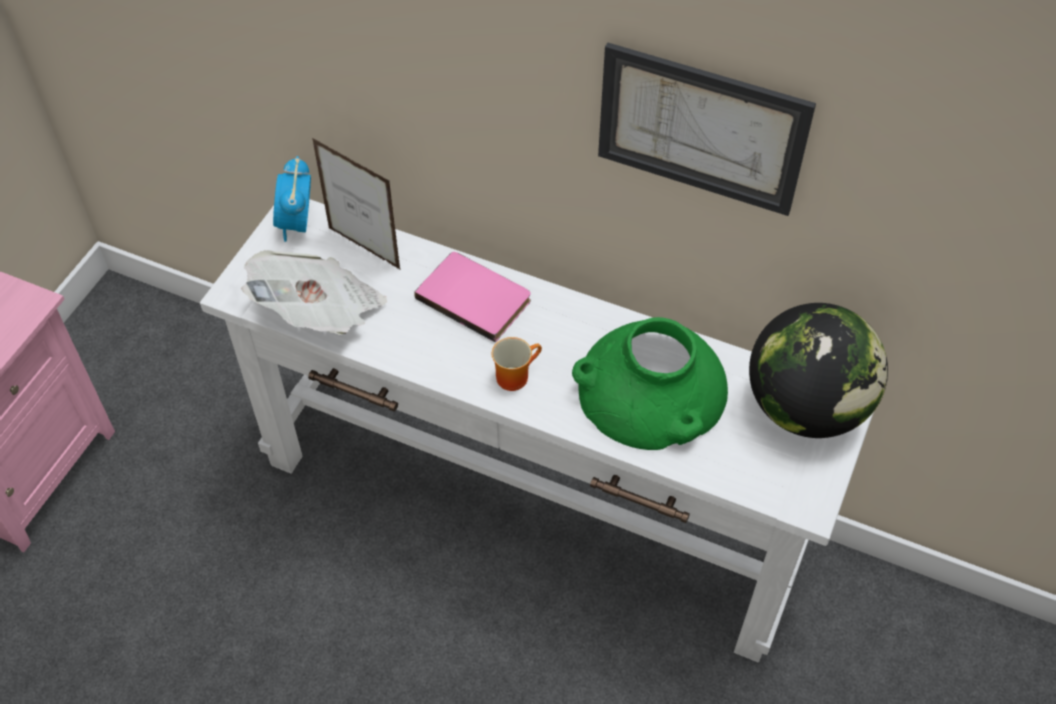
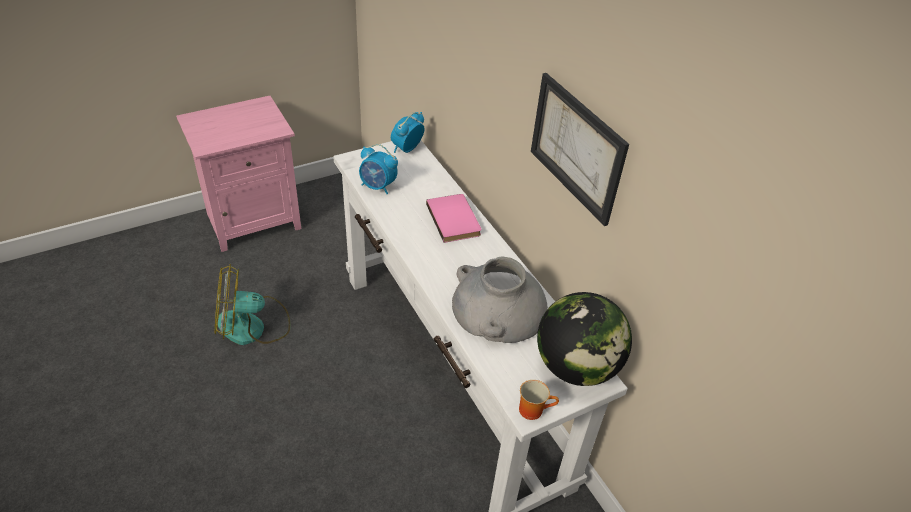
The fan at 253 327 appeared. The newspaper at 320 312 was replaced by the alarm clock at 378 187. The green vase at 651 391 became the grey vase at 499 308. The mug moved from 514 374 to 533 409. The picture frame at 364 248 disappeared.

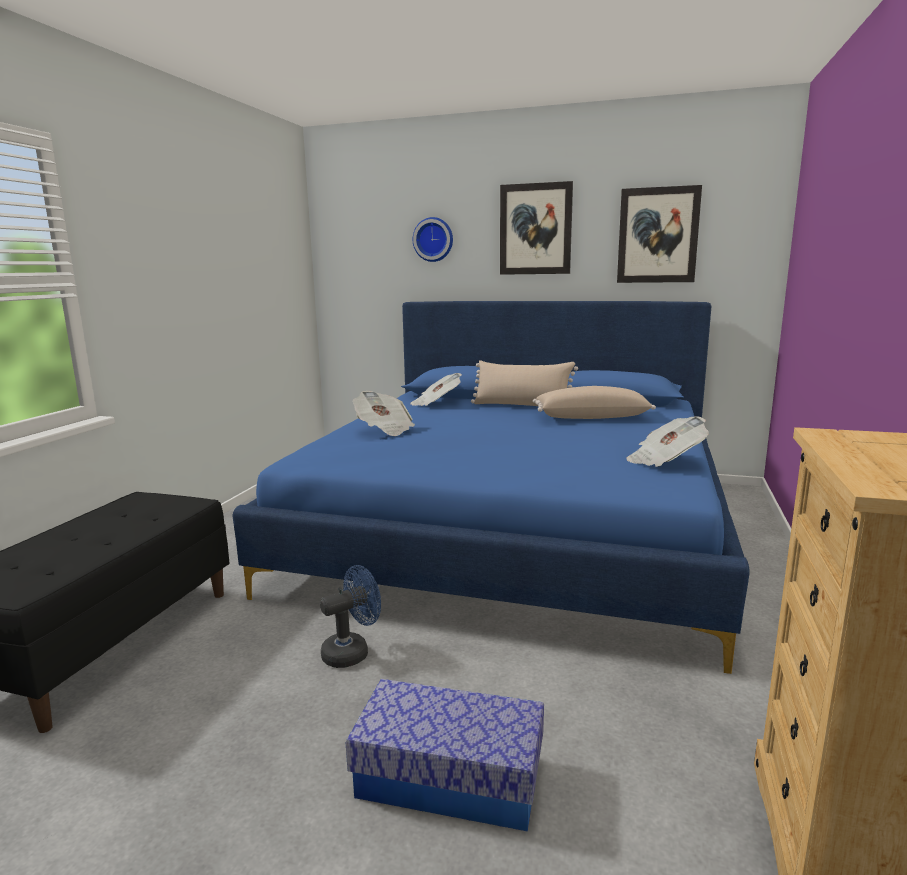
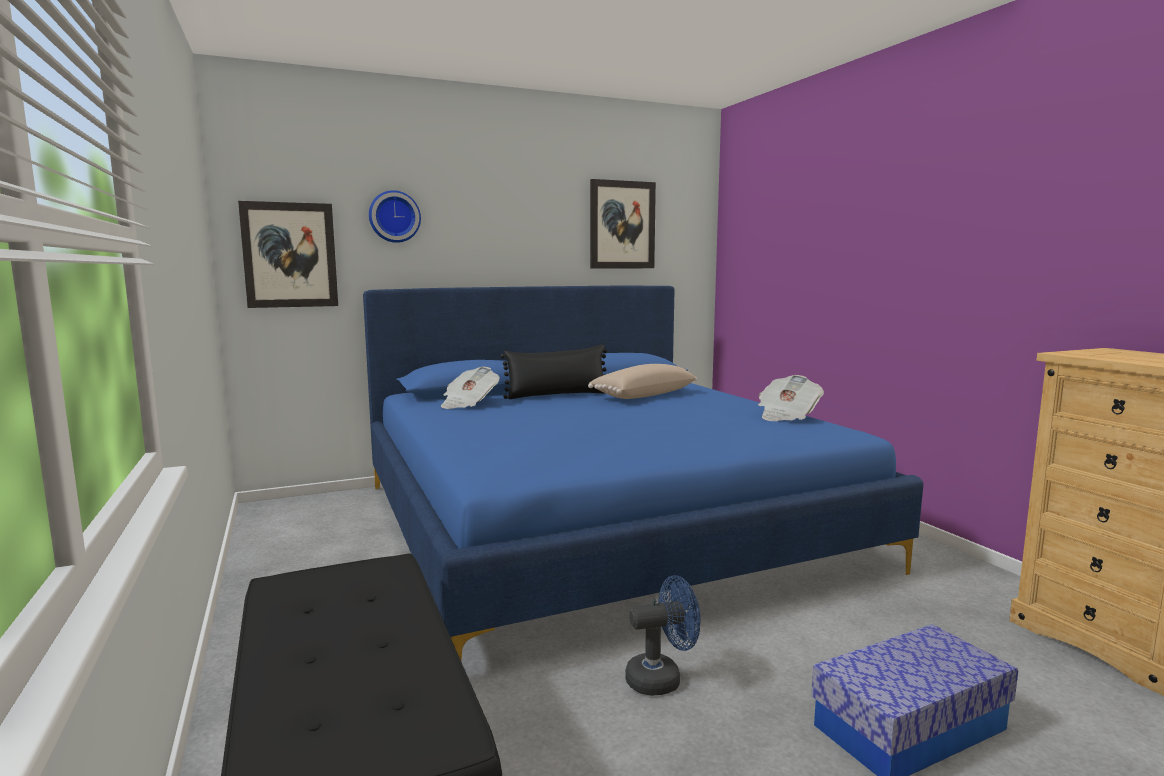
The picture moved from 535 229 to 290 255. The beige pillow at 522 406 became the black pillow at 558 395. The blue fan at 352 652 turned 60 degrees clockwise. The newspaper at 384 429 disappeared.

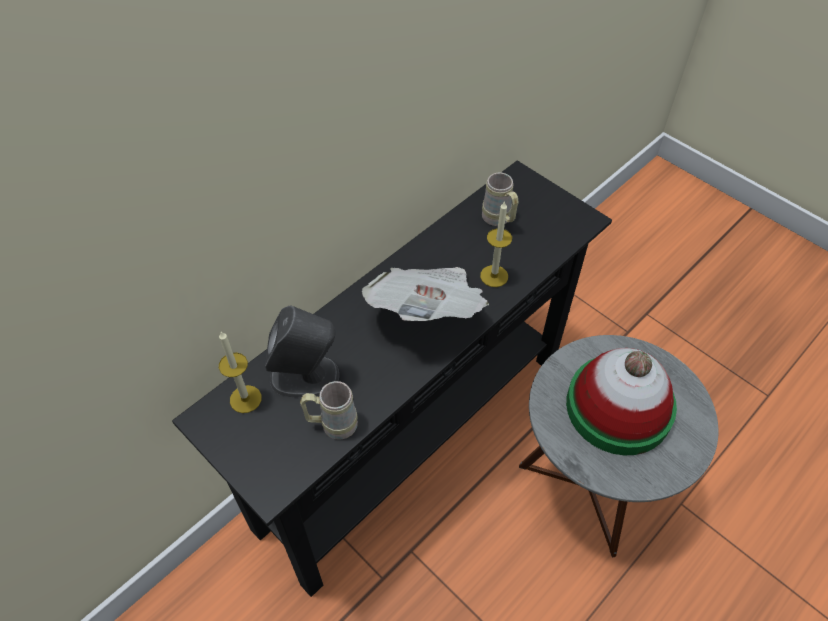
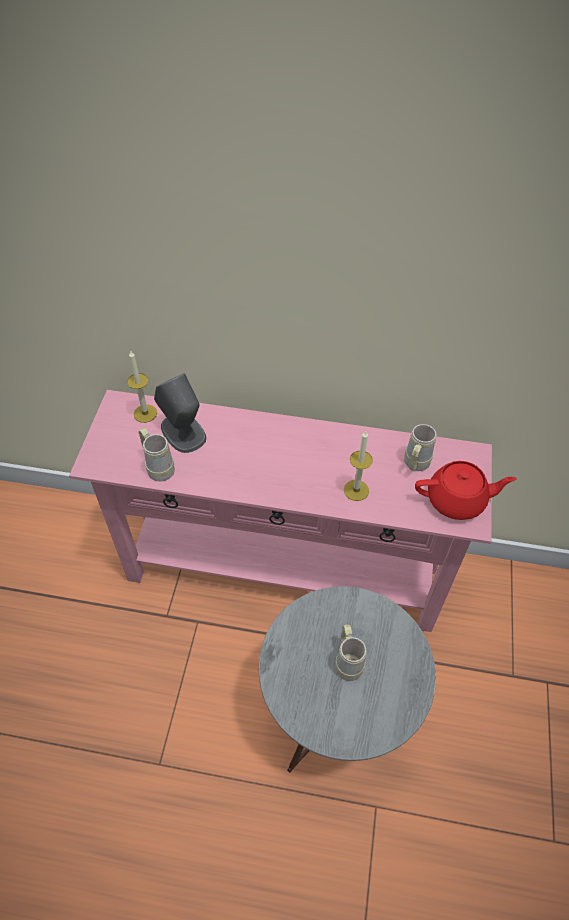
The black console table at 412 438 became the pink console table at 283 570. The hat at 618 407 was replaced by the beige mug at 347 661. The red teapot at 457 500 appeared. The newspaper at 428 311 disappeared.

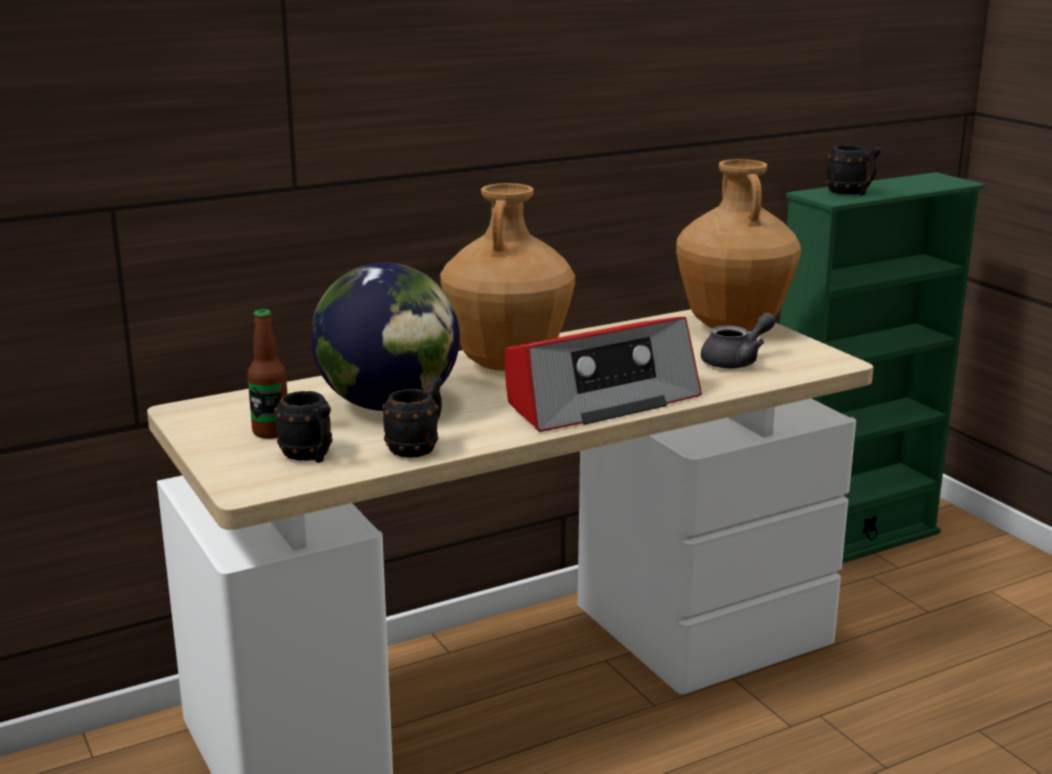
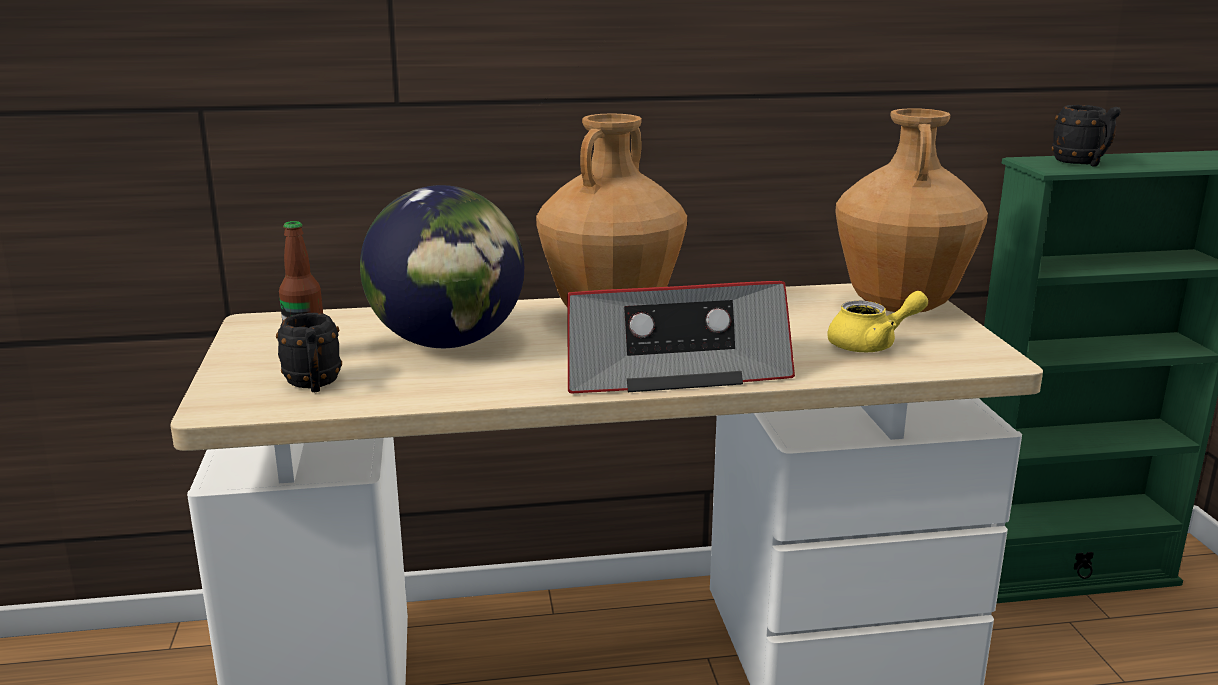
The grey teapot at 736 361 became the yellow teapot at 872 345. The black mug at 418 447 disappeared.

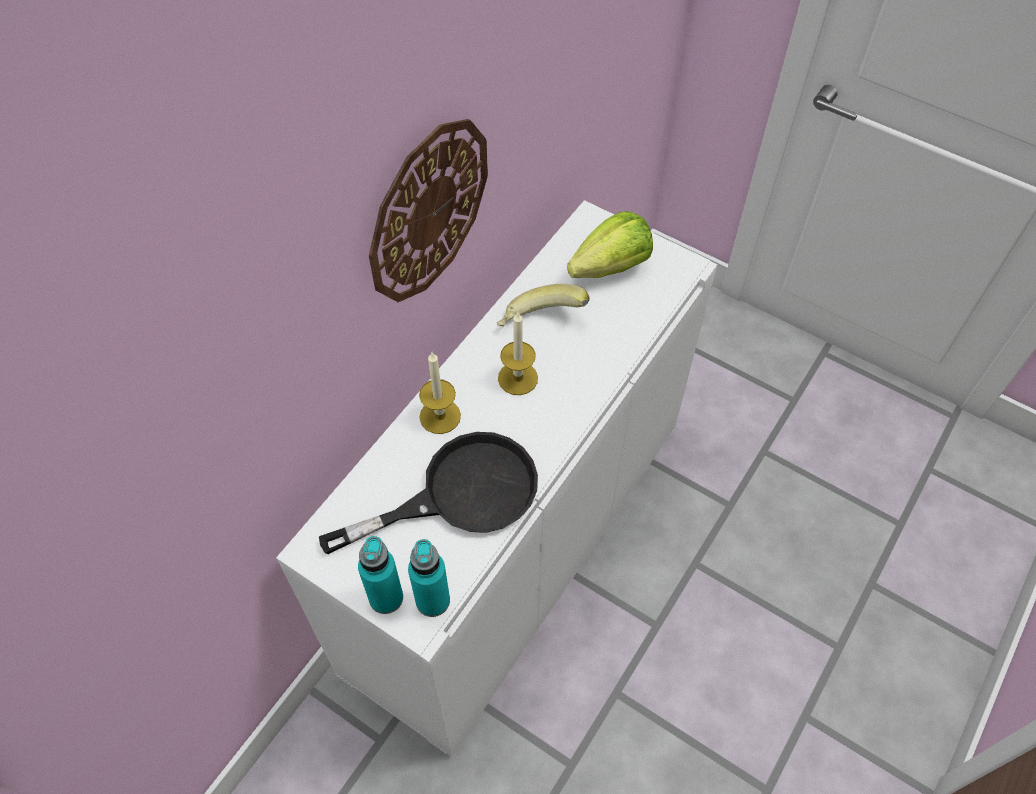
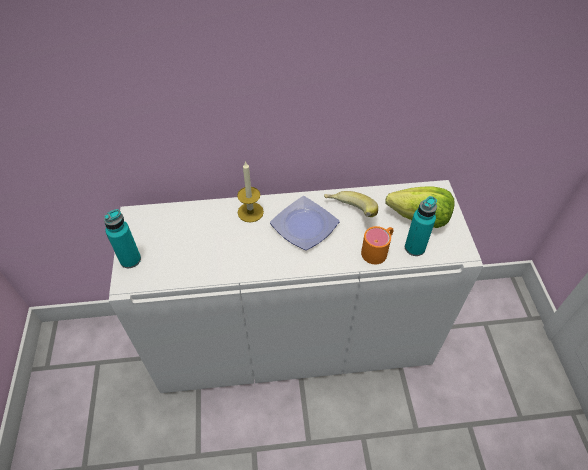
The candle at 517 378 was replaced by the plate at 304 227. The orange mug at 378 250 appeared. The turquoise bottle moved from 432 600 to 414 248. The black frying pan at 460 494 disappeared. The wall clock at 428 211 disappeared.

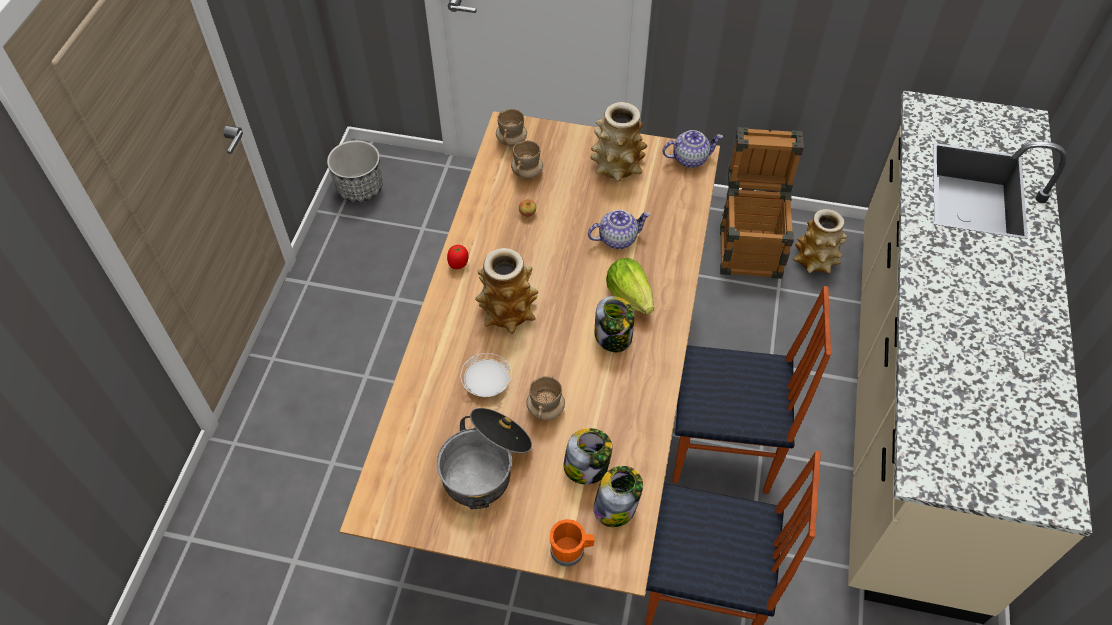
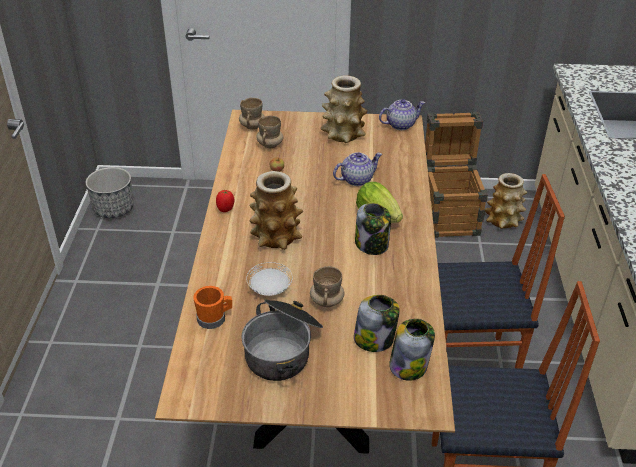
The orange mug moved from 571 550 to 214 318.

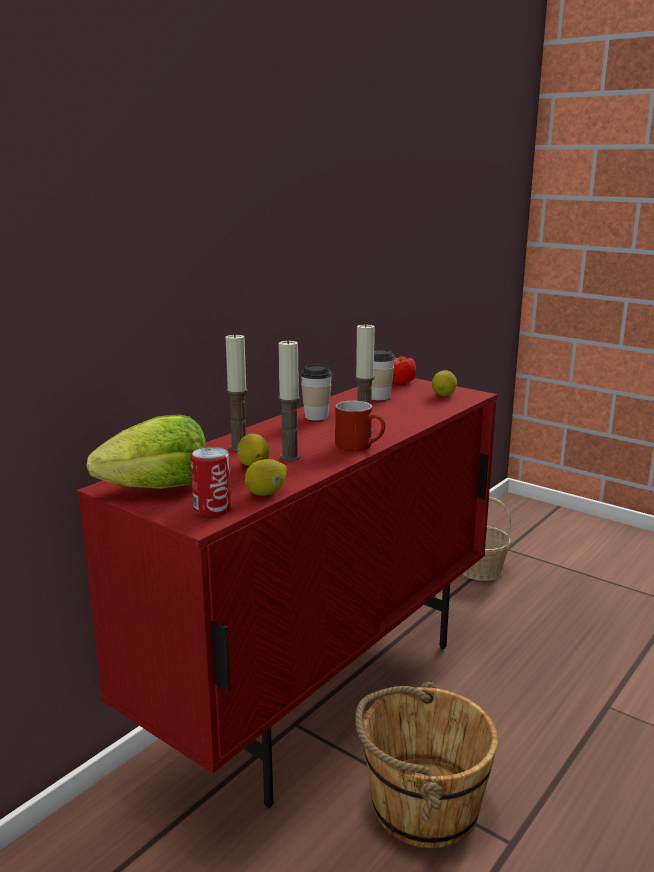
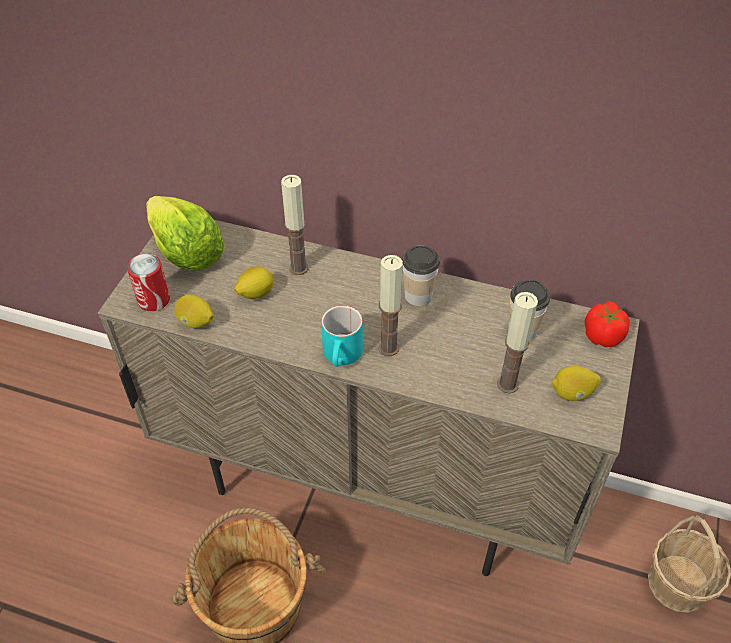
The red cabinet at 322 691 became the beige cabinet at 368 485. The red mug at 360 445 became the turquoise mug at 342 356. The candle moved from 290 457 to 507 384.

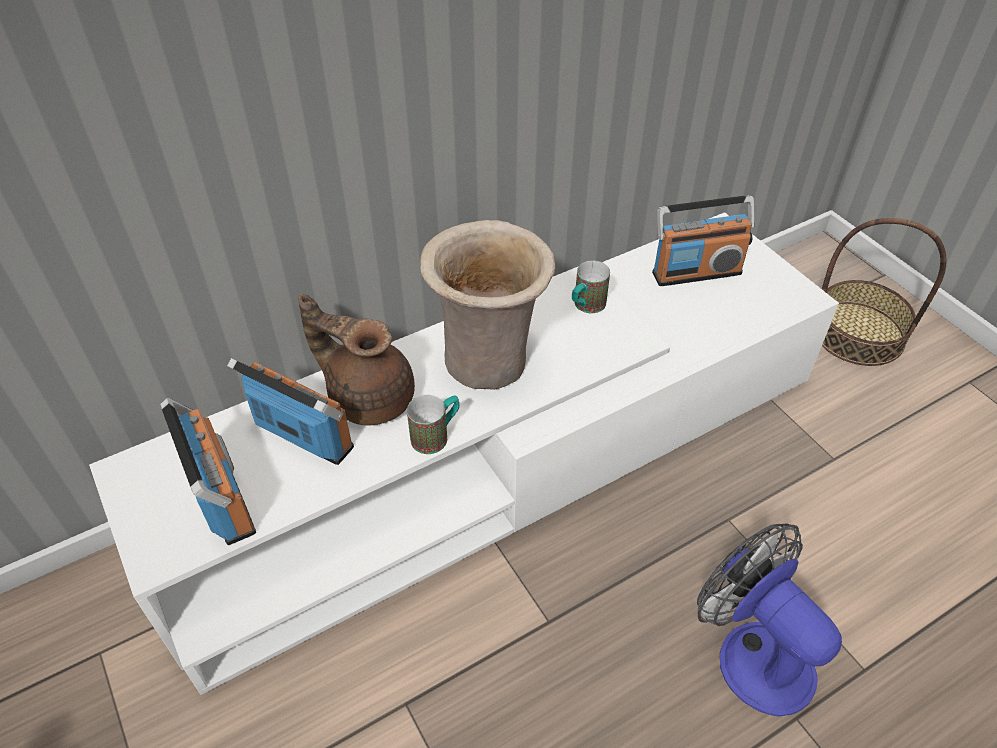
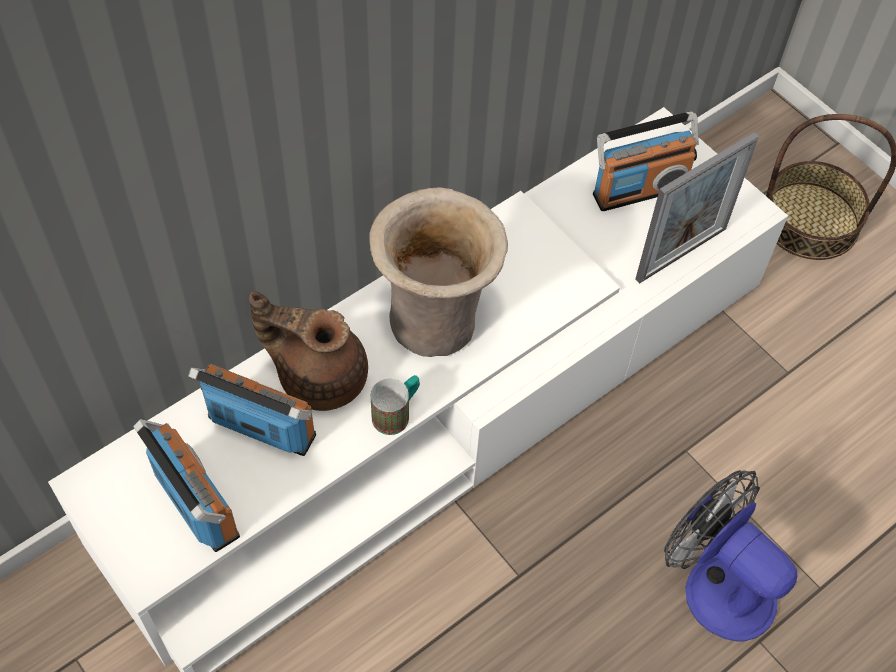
The picture frame at 681 254 appeared. The mug at 585 306 disappeared.

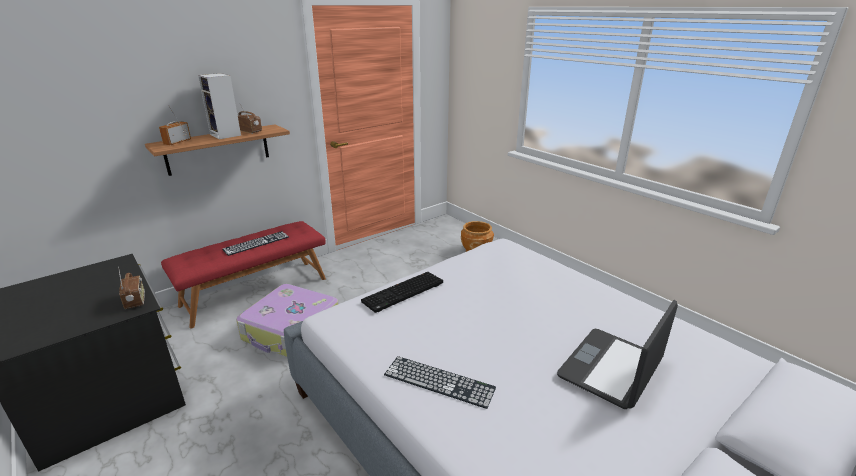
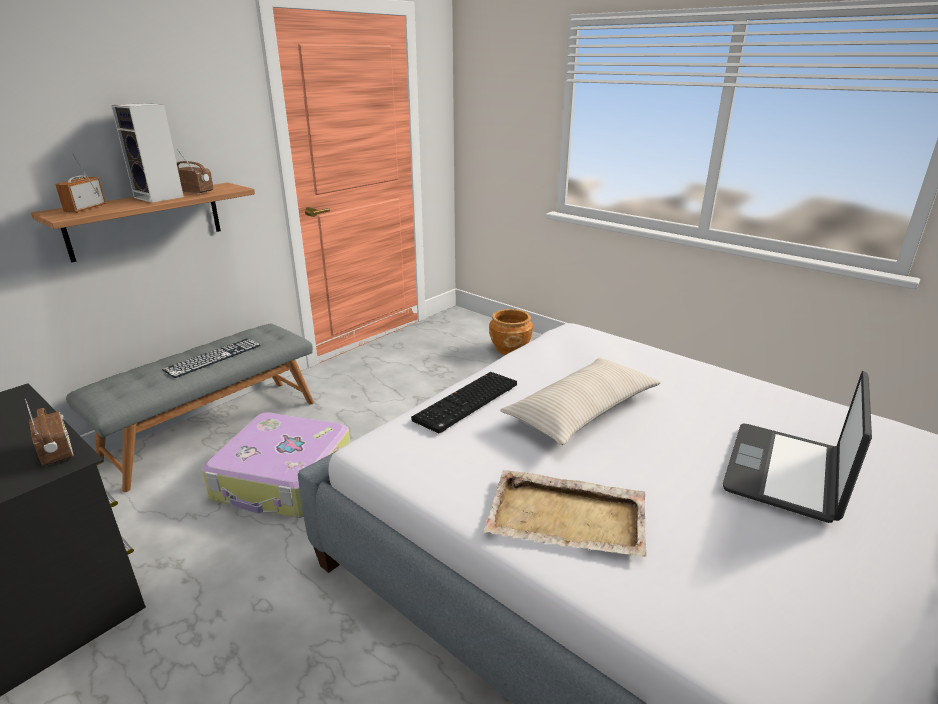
The red bench at 255 291 became the grey bench at 213 429. The keyboard at 439 381 was replaced by the beige tray at 568 517. The beige pillow at 581 412 appeared.

